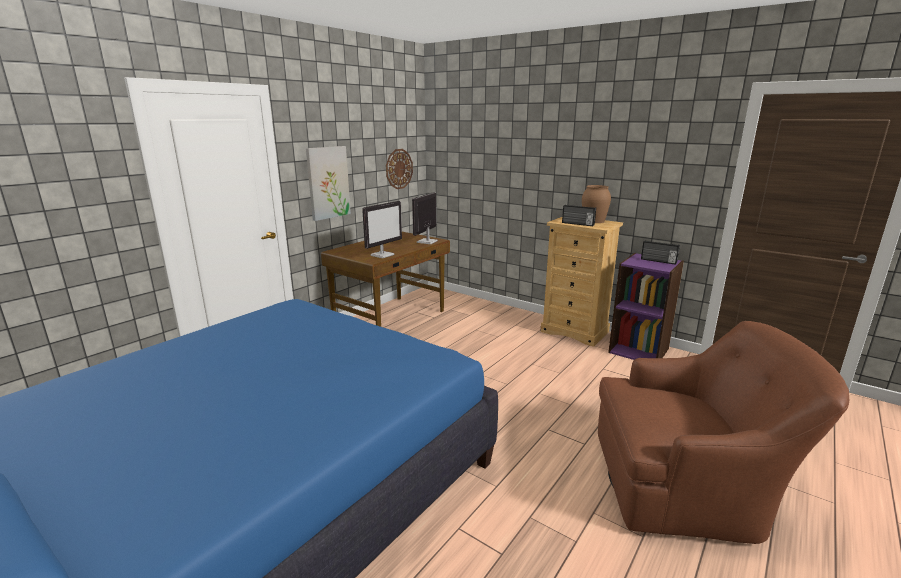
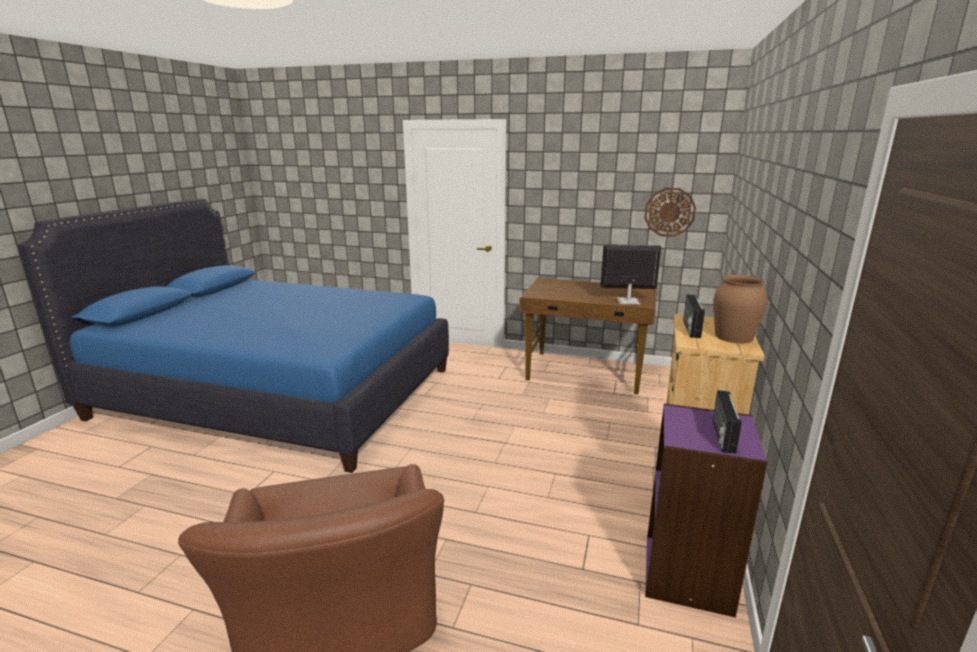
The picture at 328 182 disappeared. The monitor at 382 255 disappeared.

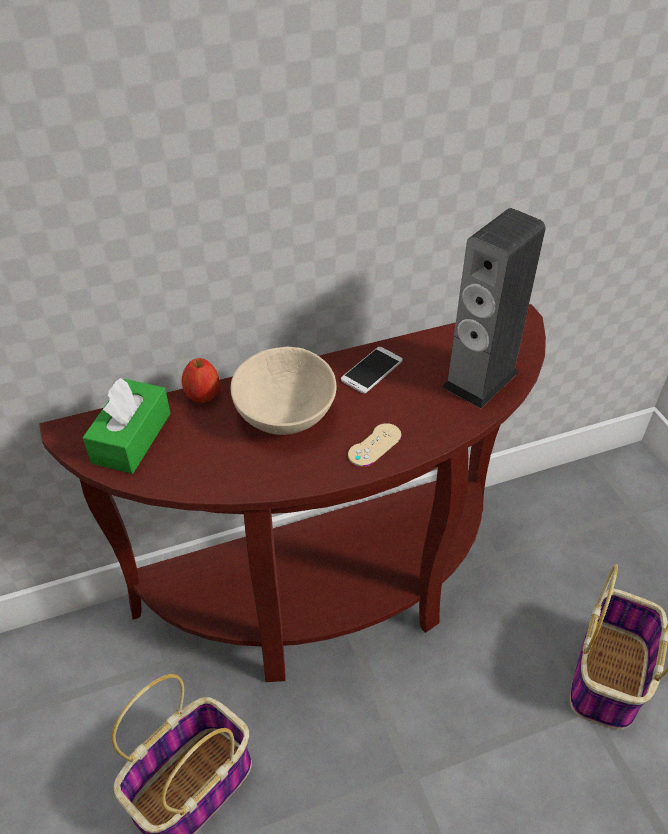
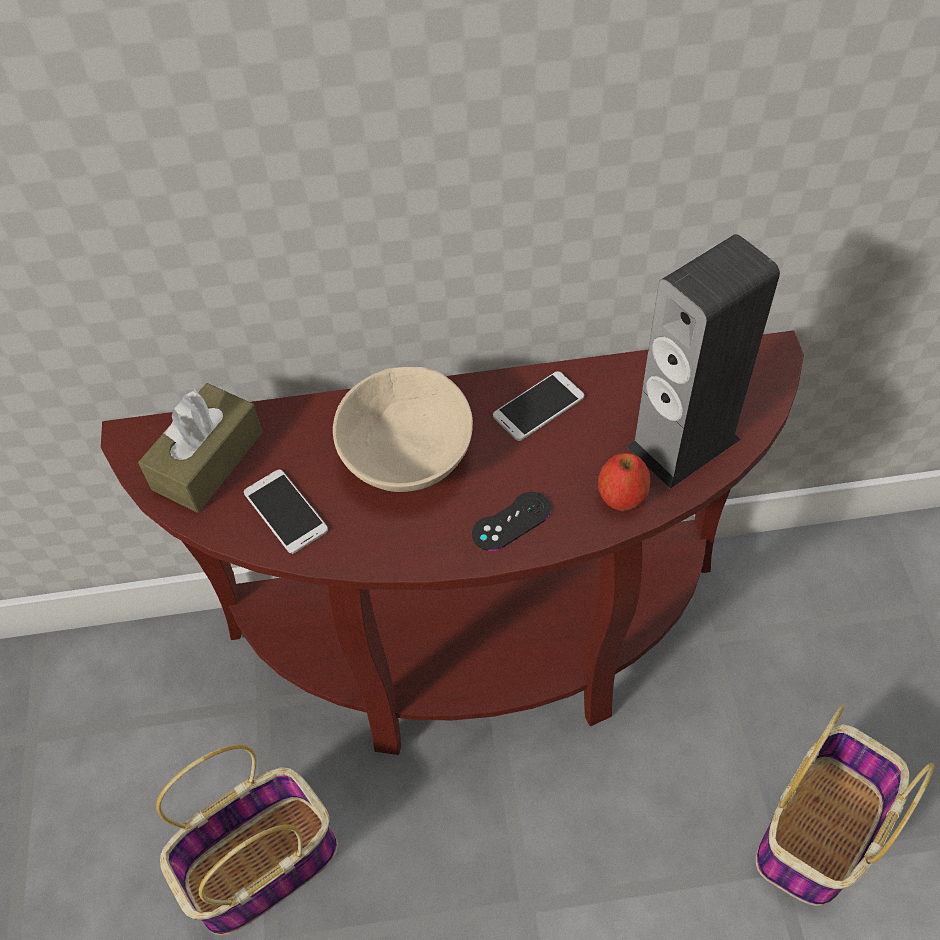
The green tissue box at 131 438 became the brown tissue box at 208 460. The phone at 285 511 appeared. The beige game controller at 374 445 became the black game controller at 511 521. The apple moved from 203 395 to 622 497.

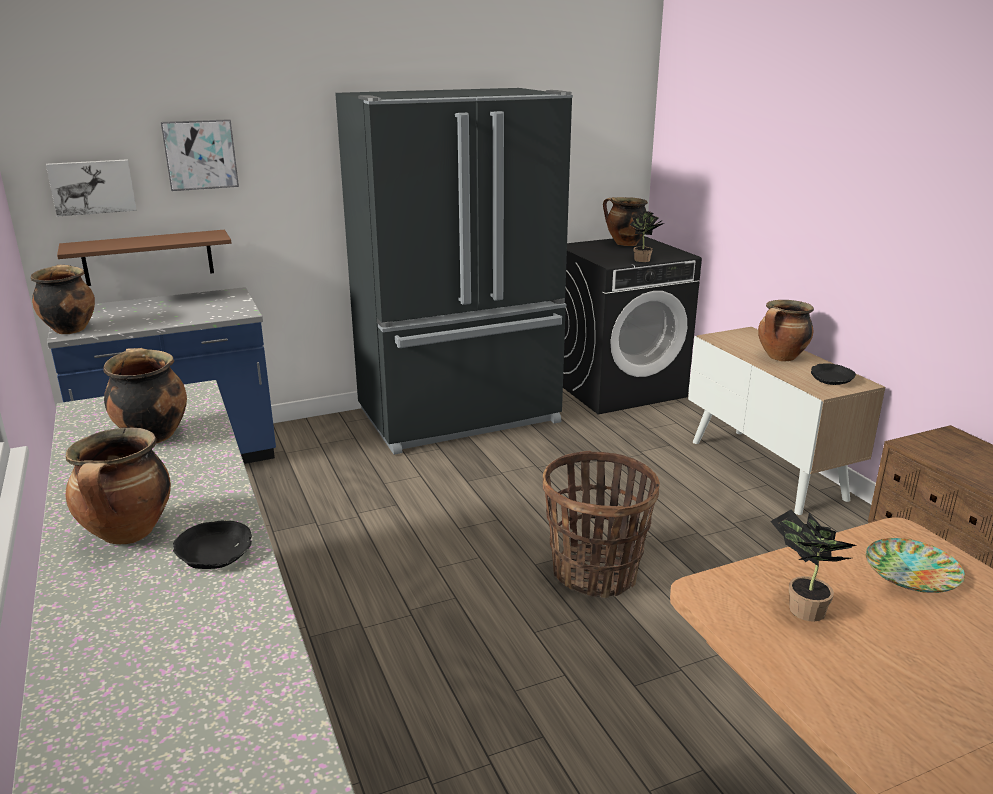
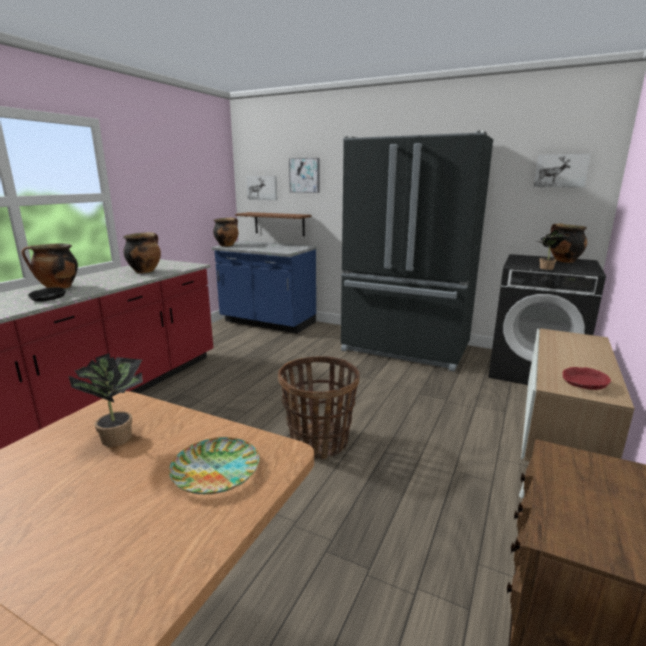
The picture at 561 171 appeared. The black bowl at 831 380 became the red bowl at 583 384. The cooking pot at 781 358 disappeared.

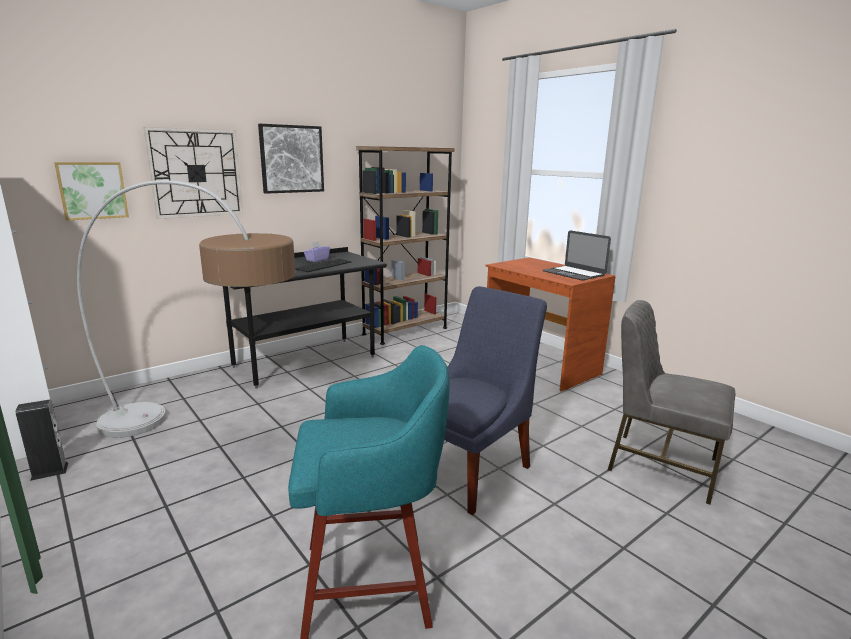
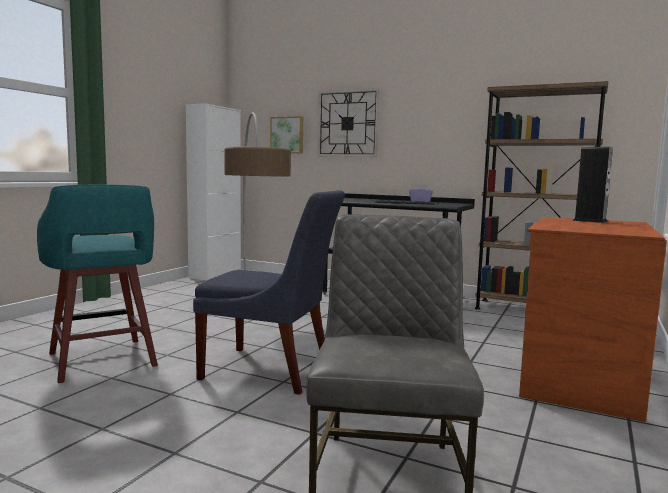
The speaker moved from 49 471 to 590 221. The picture at 291 159 disappeared. The laptop at 573 273 disappeared.

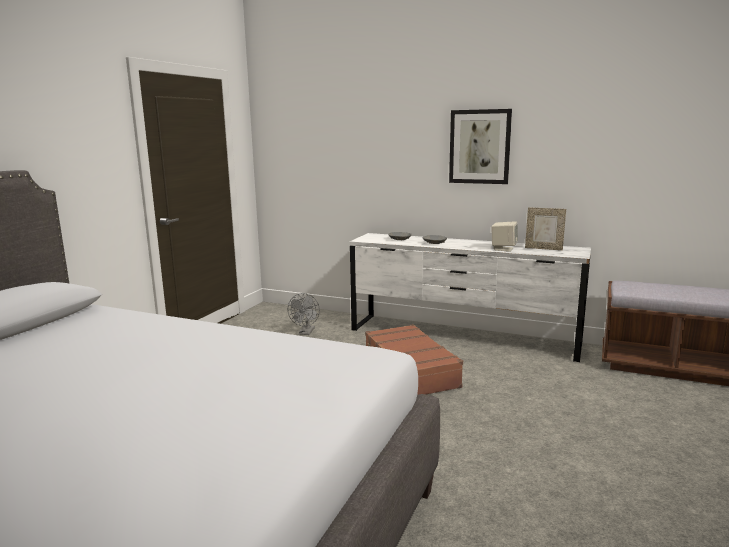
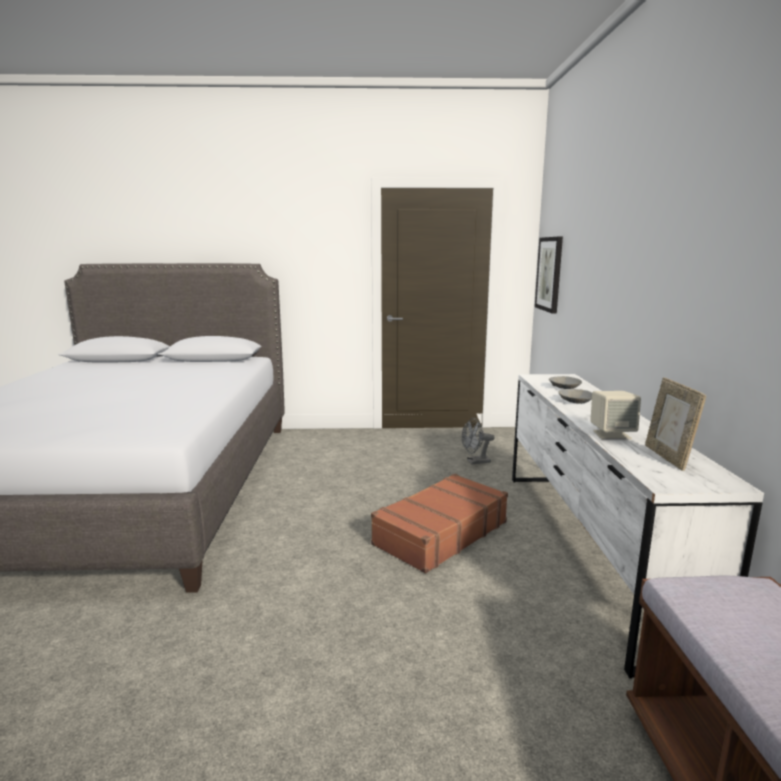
The picture moved from 479 146 to 549 274.

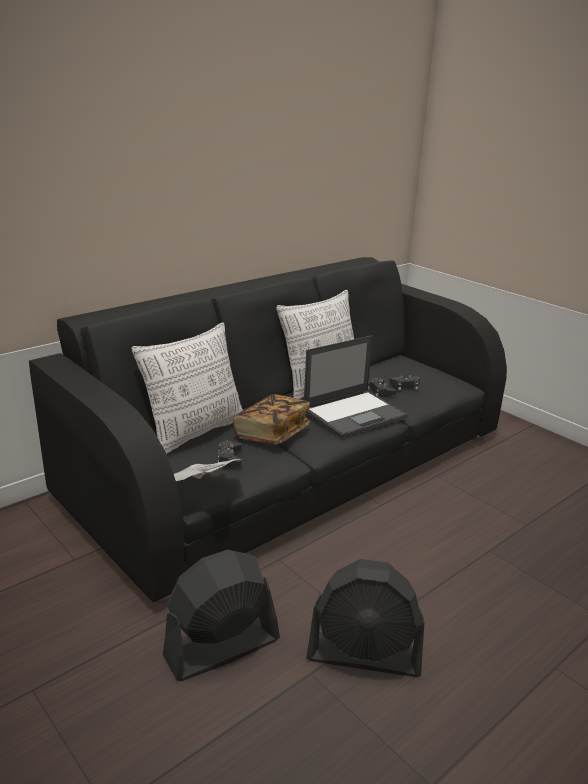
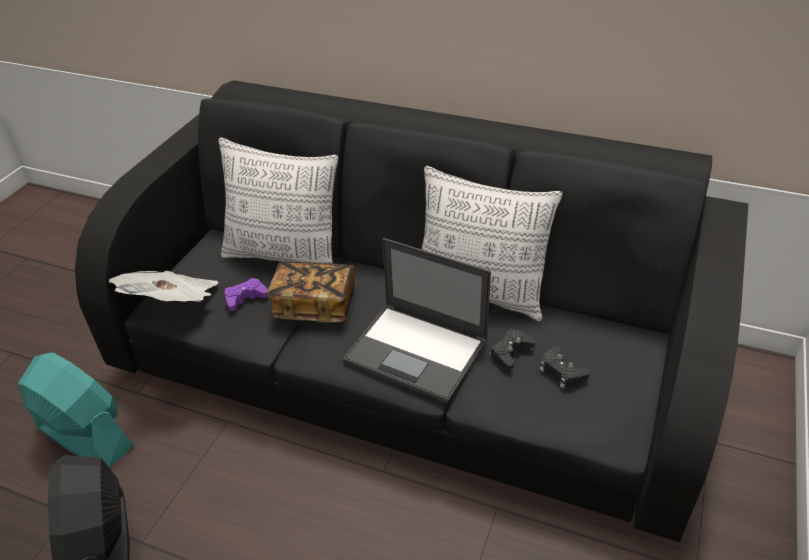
The black fan at 221 648 became the turquoise fan at 85 436. The black game controller at 229 458 became the purple game controller at 245 298.

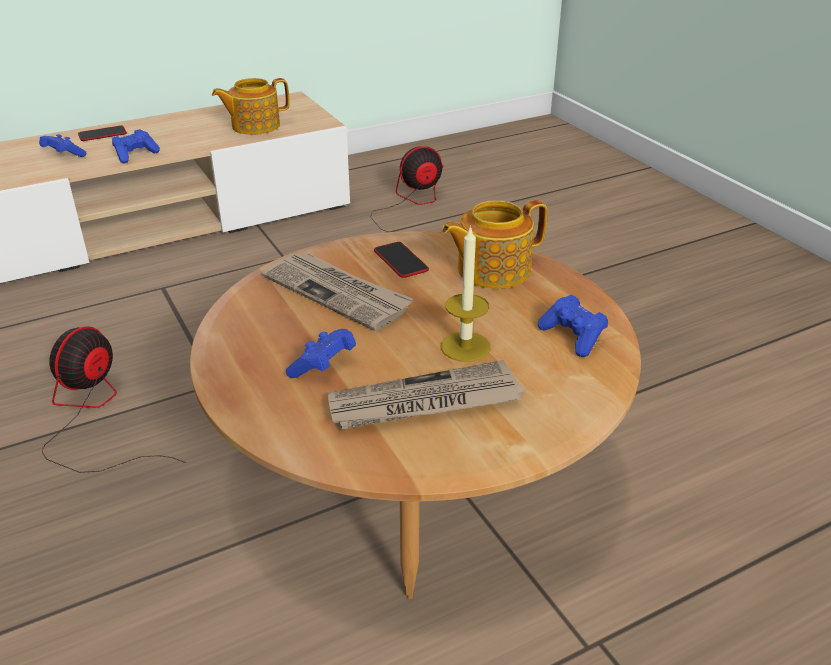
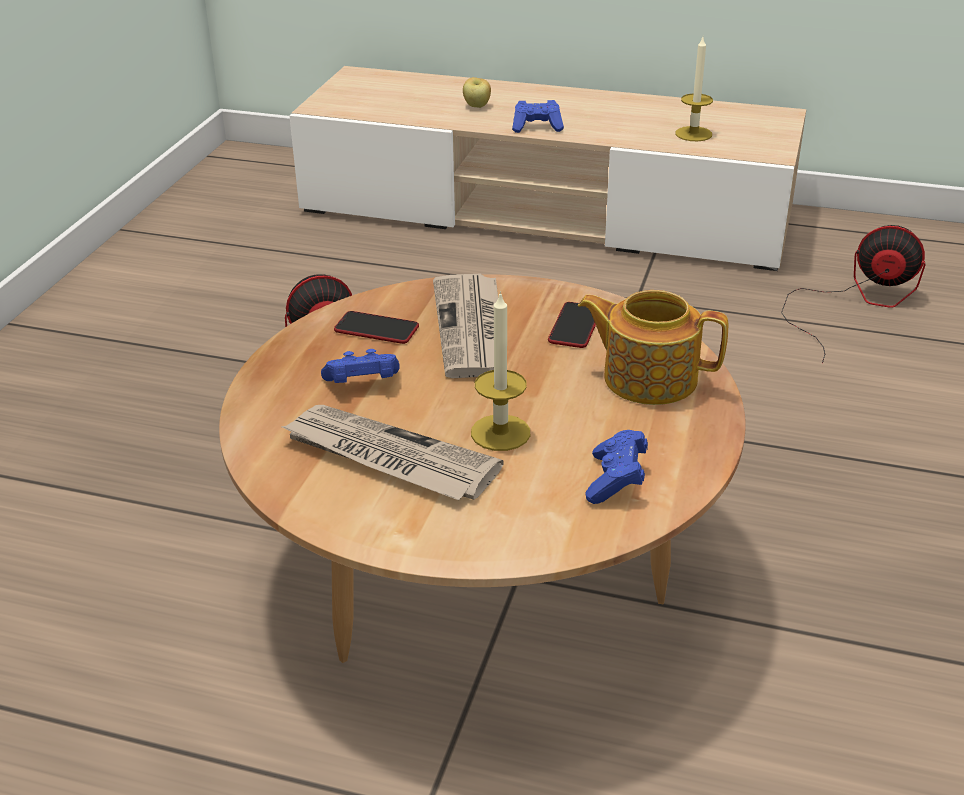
The phone moved from 102 134 to 376 329. The blue game controller at 63 155 was replaced by the apple at 477 106. The teapot at 254 126 was replaced by the candle at 693 134.

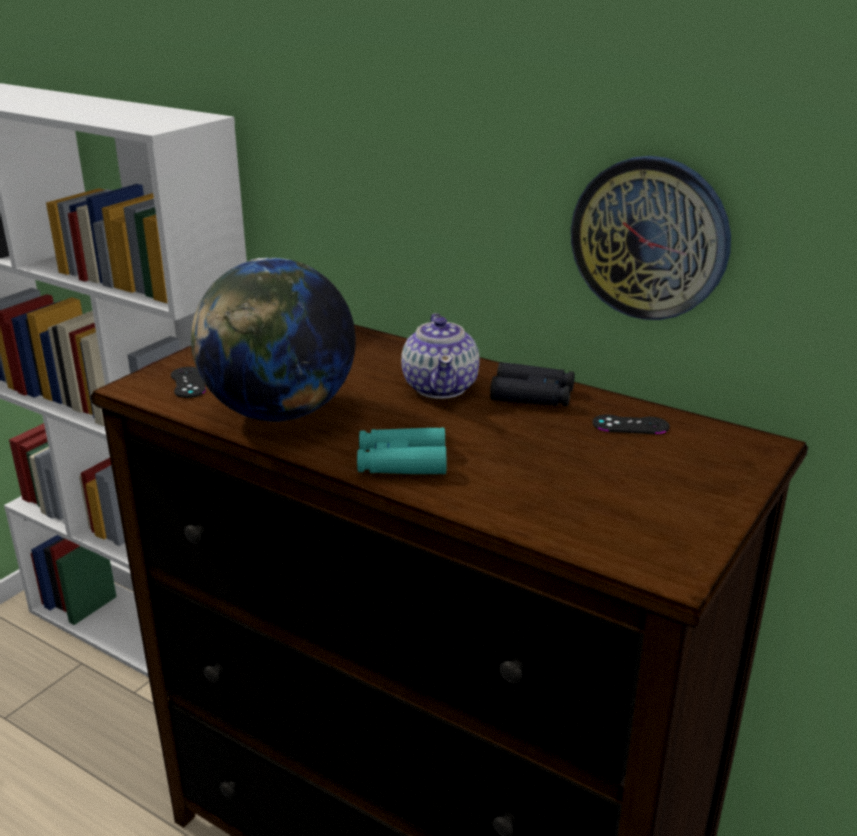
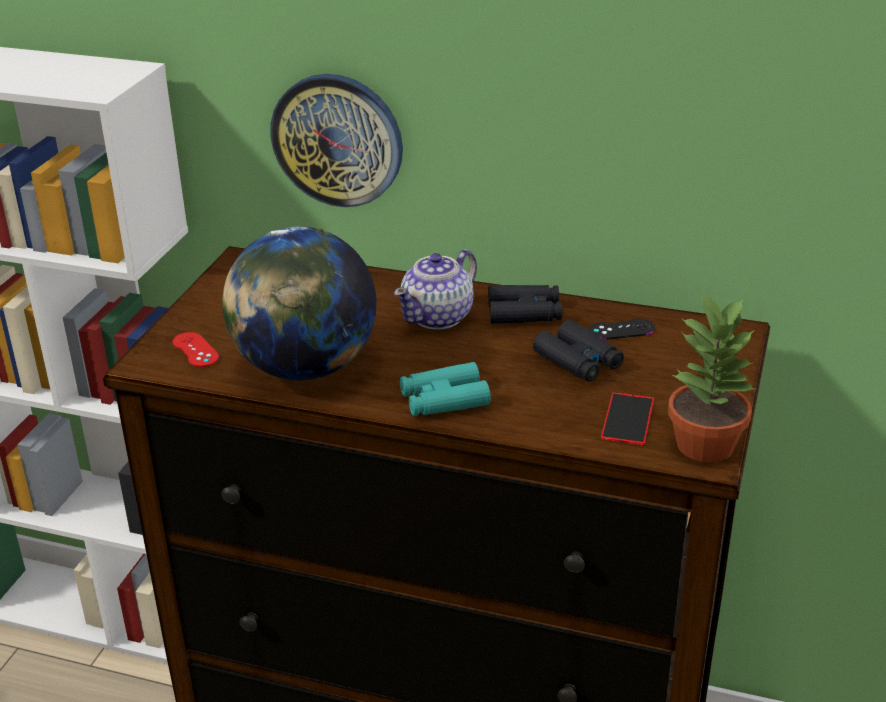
The black game controller at 188 383 became the red game controller at 195 350. The wall clock moved from 650 238 to 337 140. The teapot at 441 387 turned 60 degrees clockwise. The black binoculars at 578 361 appeared. The phone at 627 419 appeared. The potted plant at 705 444 appeared.

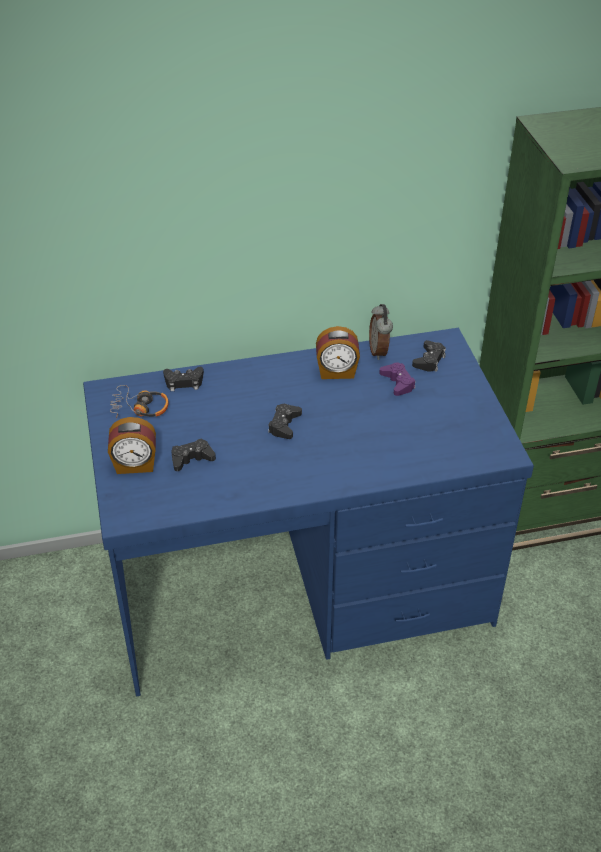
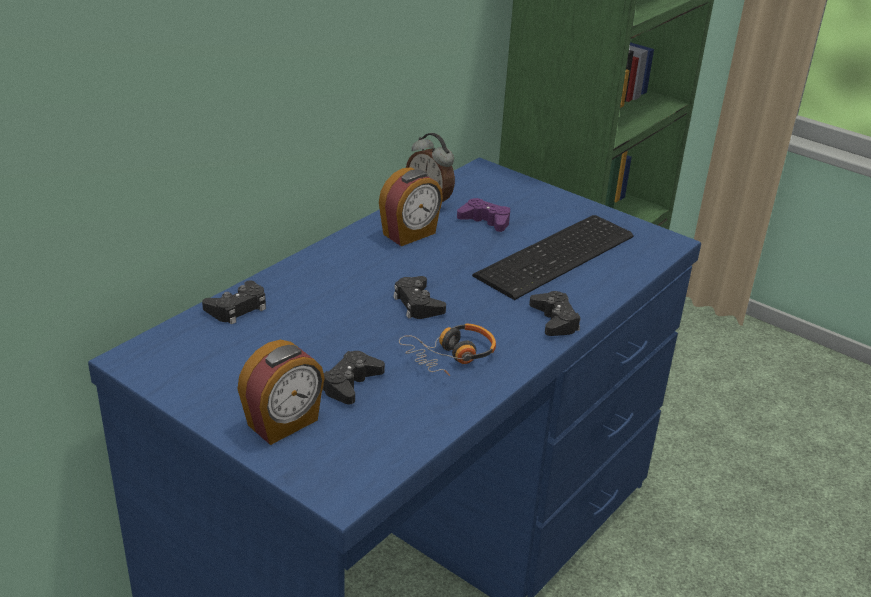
The headphones moved from 139 408 to 451 356. The keyboard at 559 256 appeared. The black game controller moved from 429 360 to 554 320.

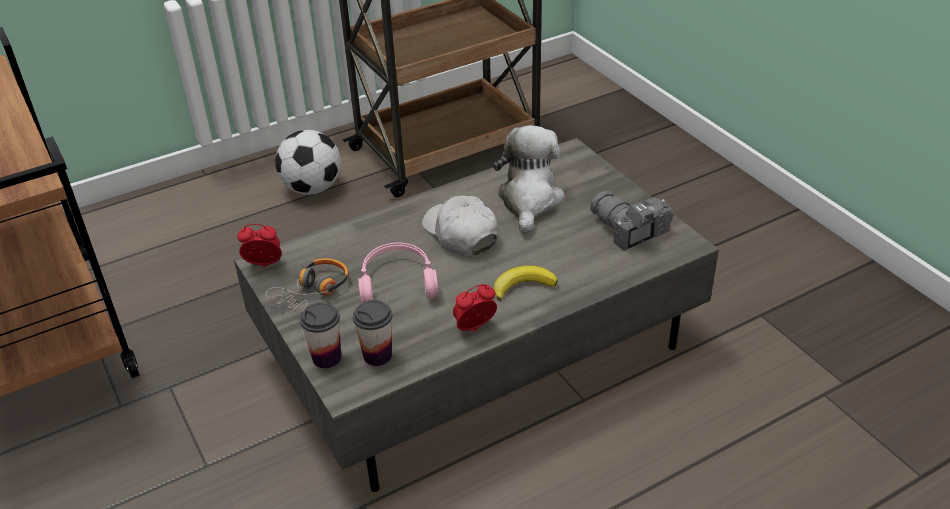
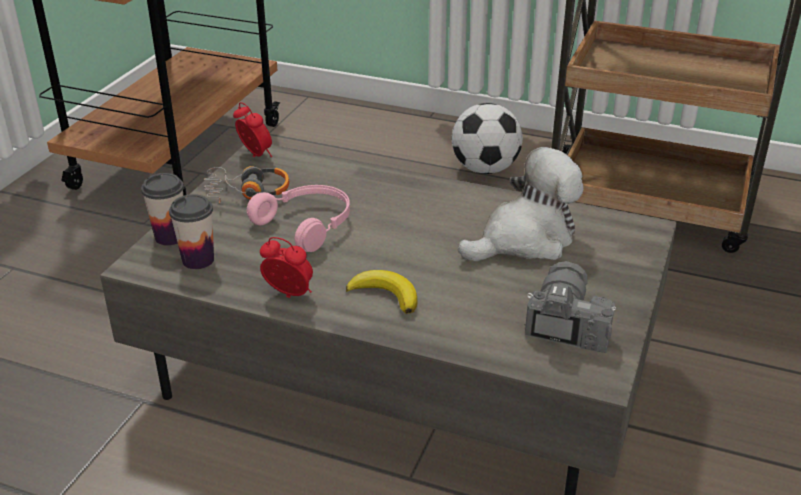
The white cap at 460 234 disappeared.

